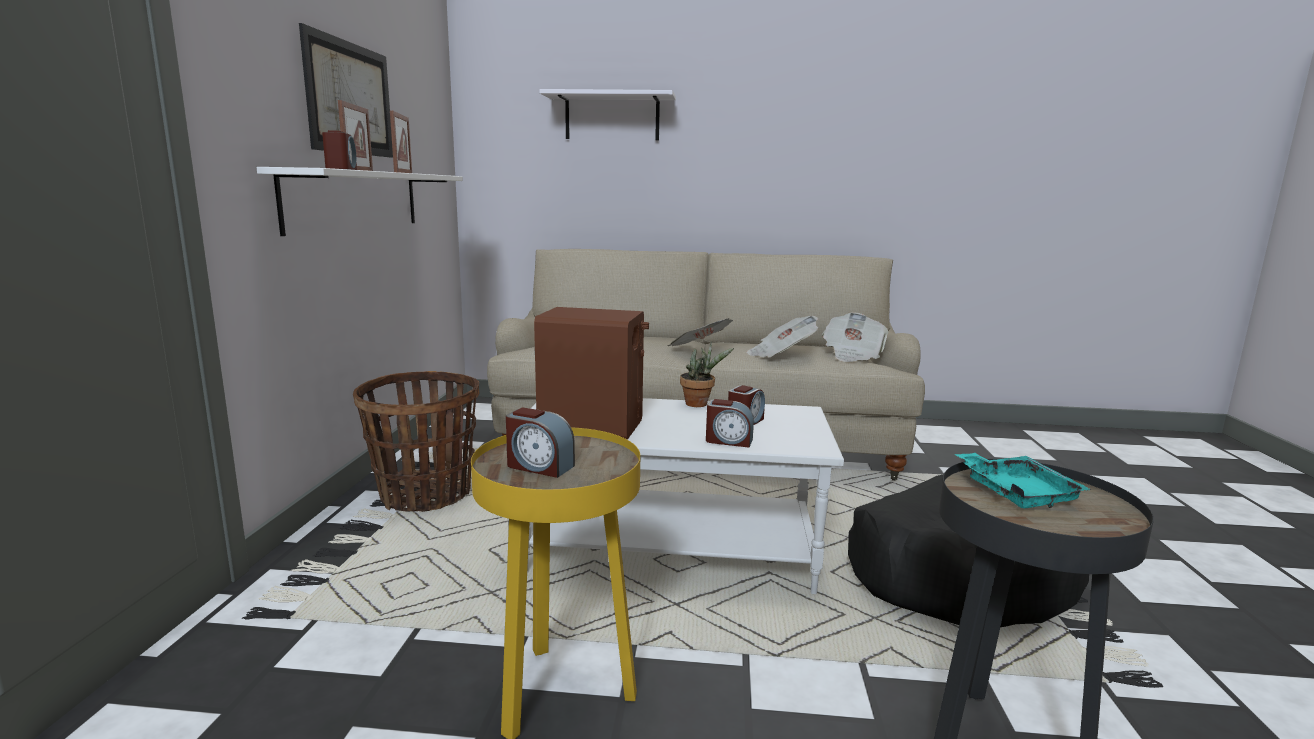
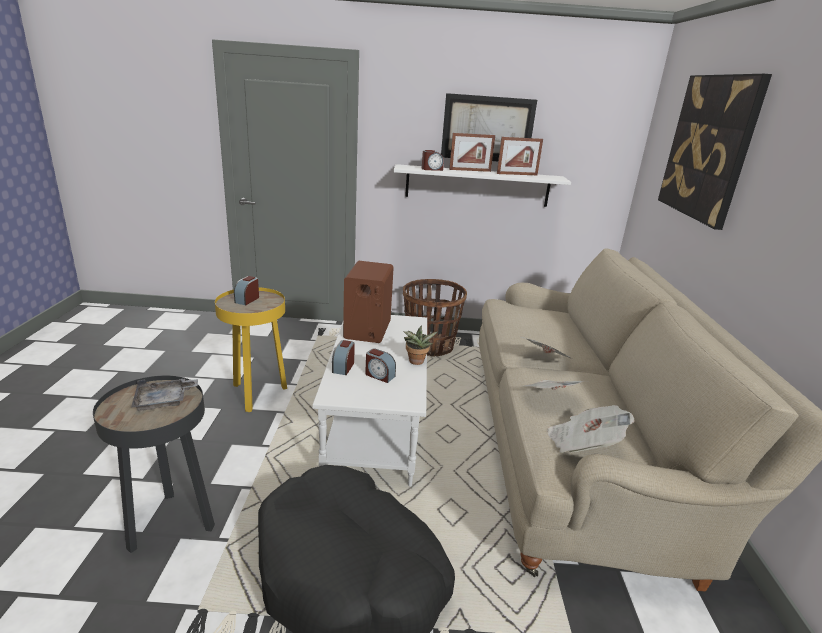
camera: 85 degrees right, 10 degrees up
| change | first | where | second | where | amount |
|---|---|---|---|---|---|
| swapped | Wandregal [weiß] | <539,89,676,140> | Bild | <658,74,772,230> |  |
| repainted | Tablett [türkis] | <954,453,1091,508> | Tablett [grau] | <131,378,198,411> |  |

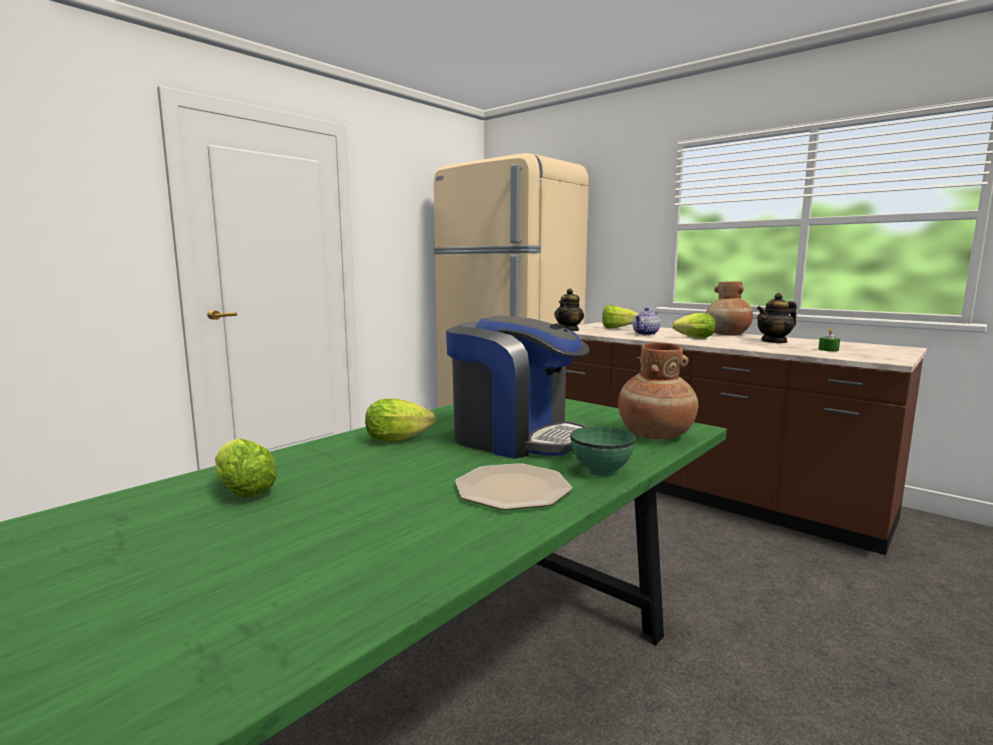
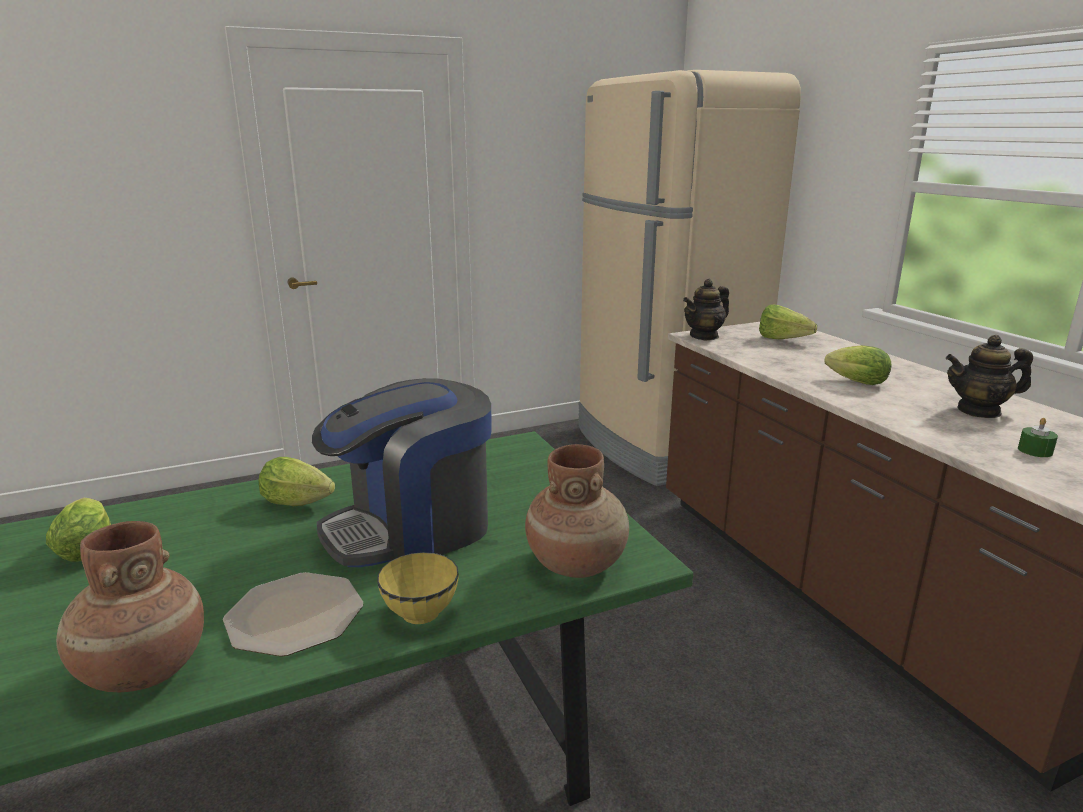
camera: 25 degrees right, 10 degrees up
| change | first | where | second | where | amount |
|---|---|---|---|---|---|
| gone | Teekanne | <633,308,660,335> |  |  |  |
| shifted | Vase [braun] | <706,281,753,335> |  | <56,521,204,692> |  |
| repainted | Schüssel [grün] | <570,427,636,476> | Schüssel [gelb] | <377,552,458,624> |  |
| rotated | Kaffeemaschine | <446,316,590,459> |  | <312,378,492,567> | 90 degrees clockwise |

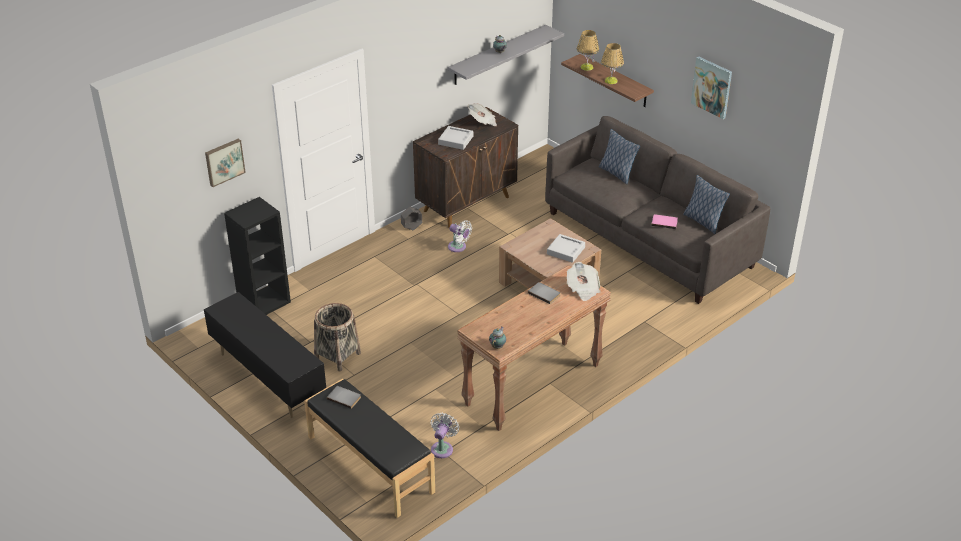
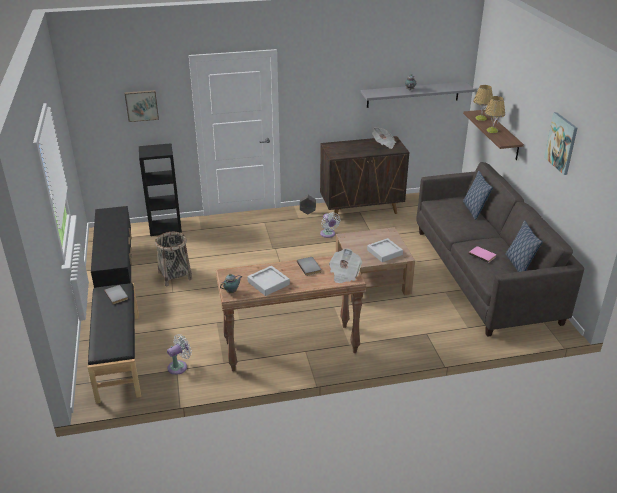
camera: 30 degrees right, 5 degrees down
| change | first | where | second | where | amount |
|---|---|---|---|---|---|
| shifted | Tablett [grau] | <438,126,473,150> |  | <247,266,290,296> |  |

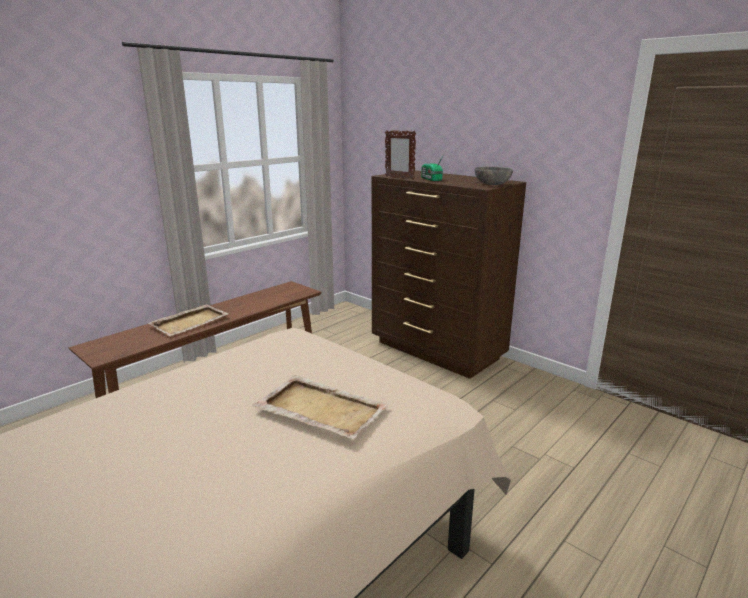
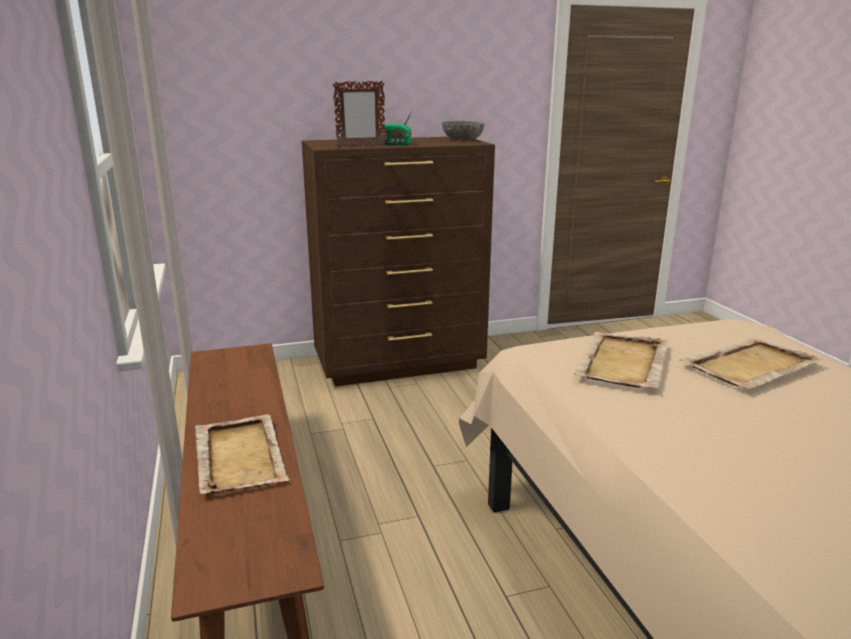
camera: 60 degrees left, 0 degrees up
| change | first | where | second | where | amount |
|---|---|---|---|---|---|
| new |  |  | Tablett [beige] | <574,332,669,388> |  |

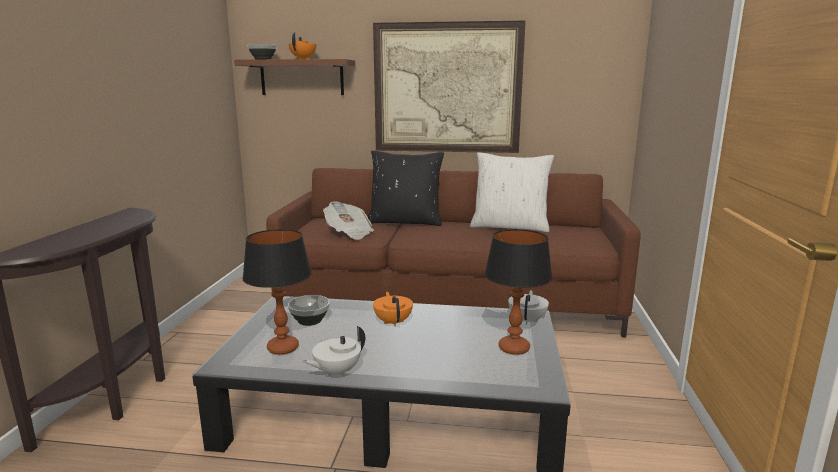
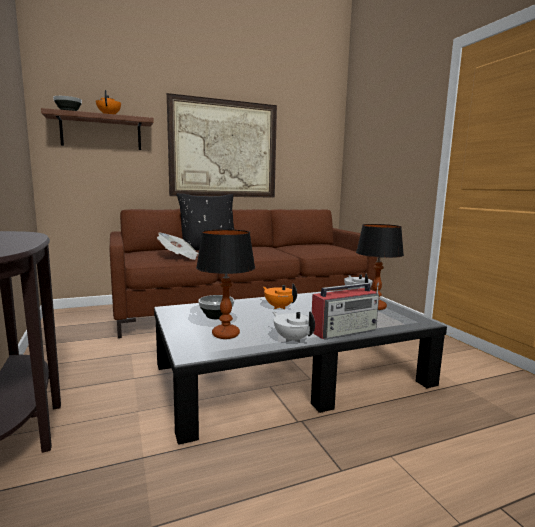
camera: 30 degrees left, 5 degrees down
| change | first | where | second | where | amount |
|---|---|---|---|---|---|
| gone | Kissen [weiß] | <470,152,554,232> |  |  |  |
| new |  |  | Radio | <312,283,379,339> |  |
| rotated | Teekanne [weiß] | <302,326,365,377> |  | <273,311,315,343> | 120 degrees clockwise |

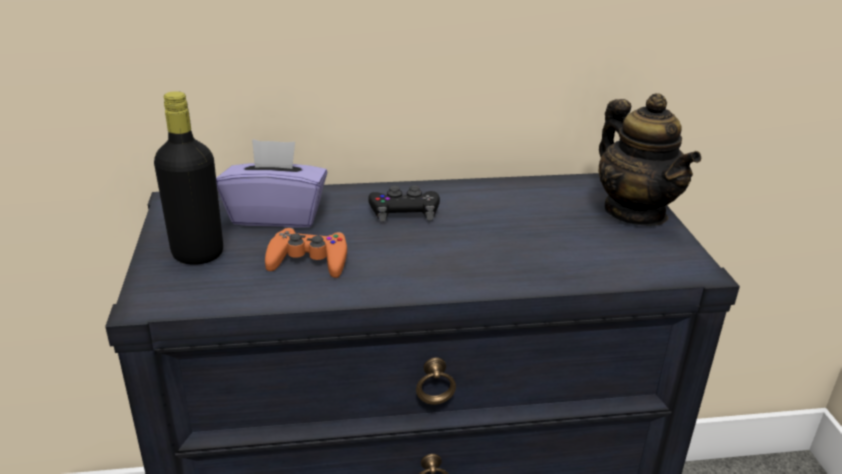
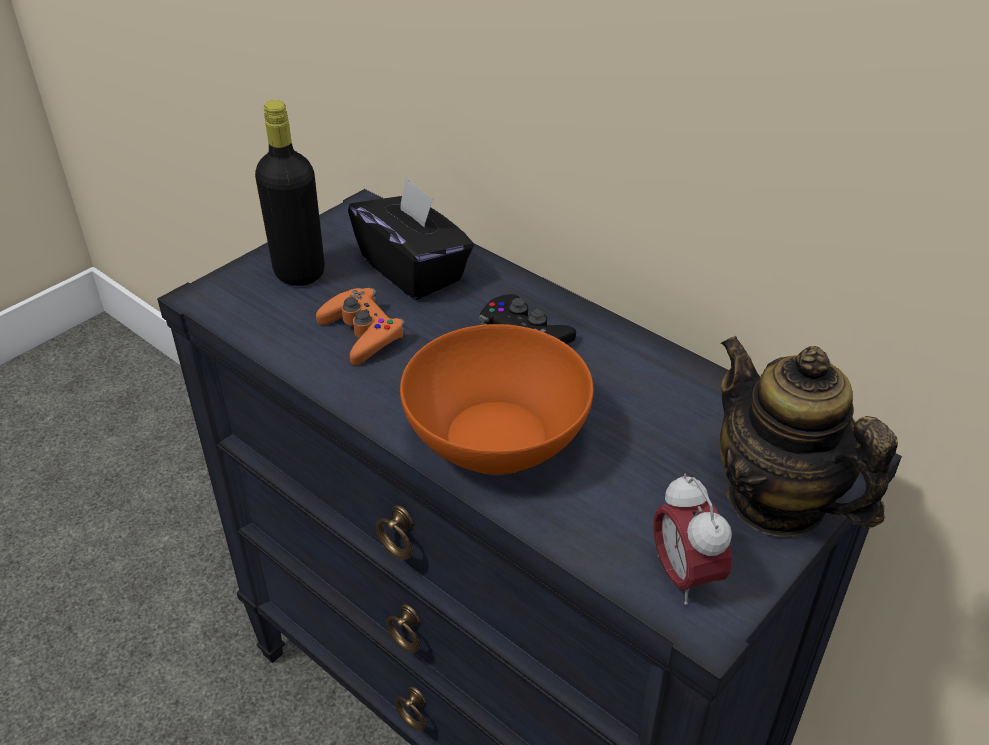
camera: 50 degrees right, 10 degrees up
| change | first | where | second | where | amount |
|---|---|---|---|---|---|
| new |  |  | Schüssel [orange] | <400,324,594,475> |  |
| new |  |  | Wecker | <654,473,732,605> |  |
| repainted | Taschentuchbox [lila] | <216,139,327,228> | Taschentuchbox [schwarz] | <348,177,474,300> |  |
| rotated | Teekanne | <599,93,701,226> |  | <720,336,898,537> | 120 degrees clockwise |

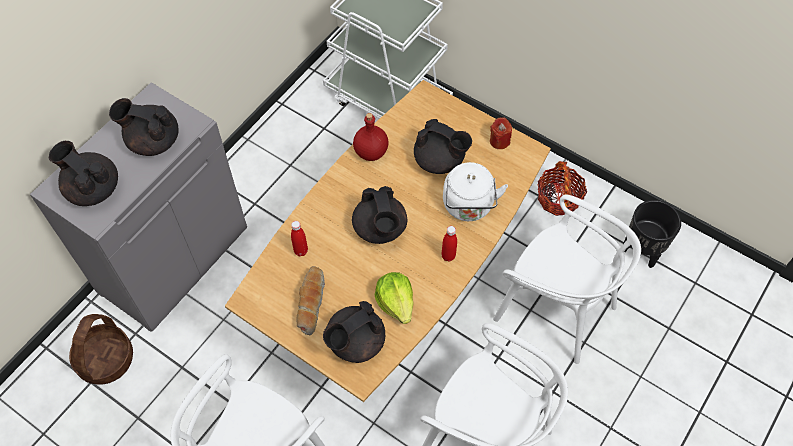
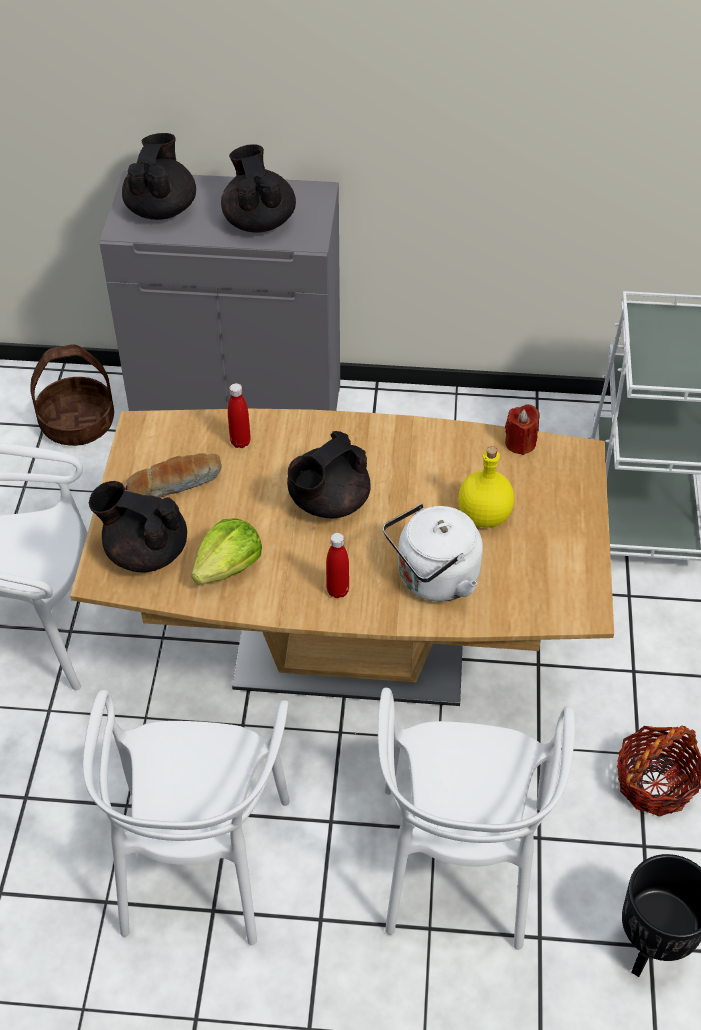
camera: 60 degrees right, 10 degrees down
| change | first | where | second | where | amount |
|---|---|---|---|---|---|
| gone | Flasche [rot] | <353,113,389,161> |  |  |  |
| shifted | Kerze [rot] | <490,117,512,149> |  | <505,404,540,455> |  |
| swapped | Teekanne [schwarz] | <414,119,472,174> | Flasche [gelb] | <458,446,514,527> |  |

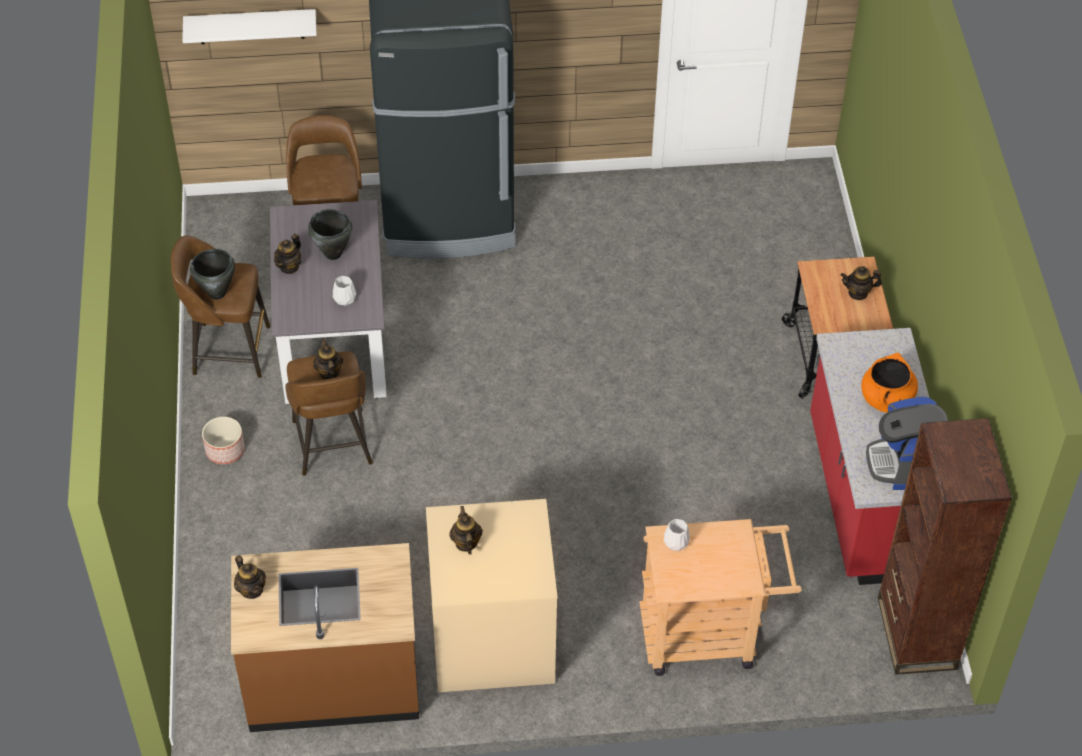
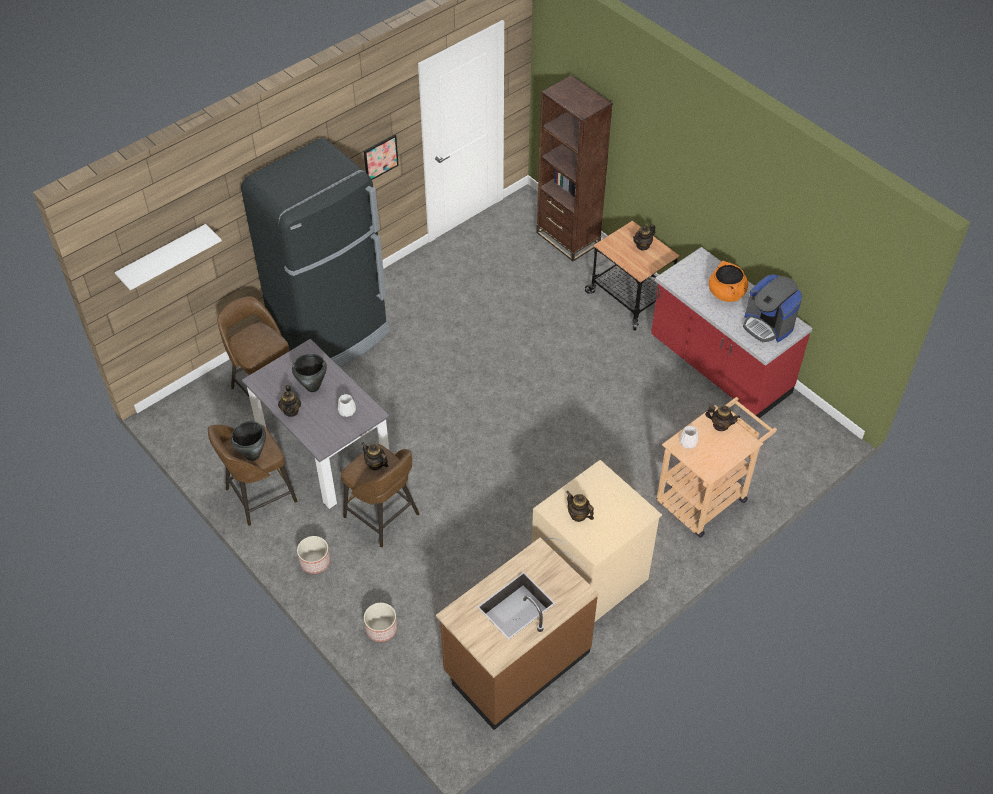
camera: 35 degrees left, 0 degrees up
| change | first | where | second | where | amount |
|---|---|---|---|---|---|
| new |  |  | Bild | <364,135,399,180> |  |
| new |  |  | Pflanzkübel | <364,603,397,642> |  |
| shifted | Teekanne | <234,555,266,599> |  | <705,405,740,431> |  |
| shifted | Bücherregal [braun] | <878,418,1012,675> |  | <536,75,613,261> |  |

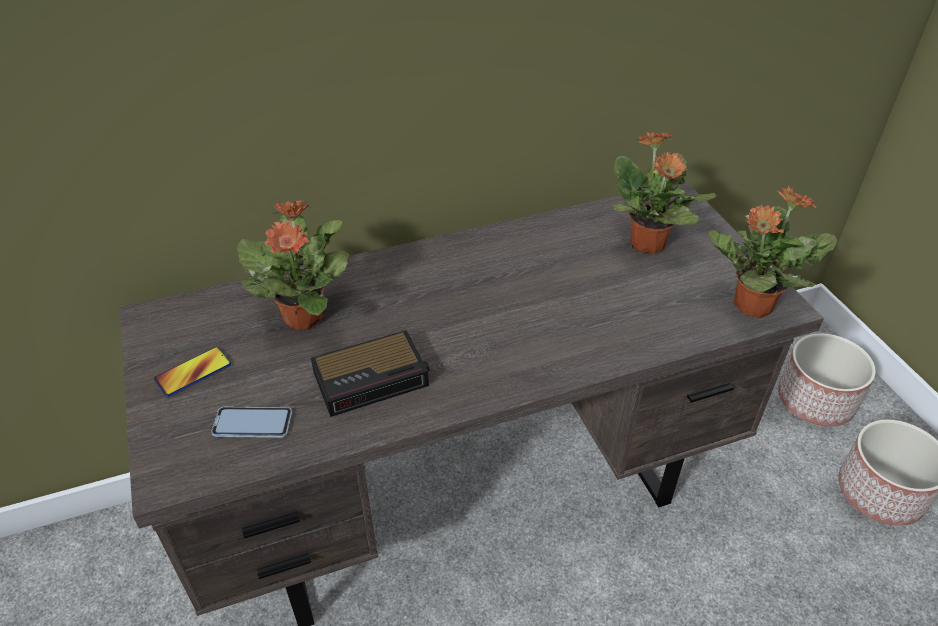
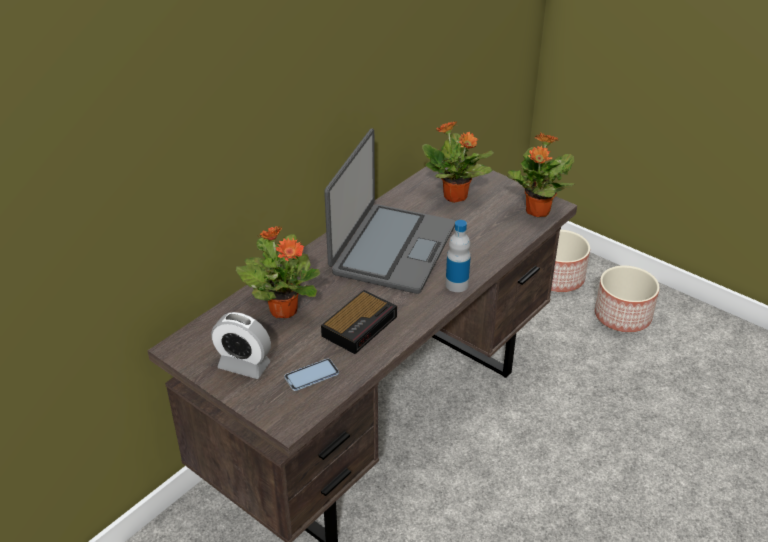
camera: 30 degrees left, 5 degrees down
| change | first | where | second | where | amount |
|---|---|---|---|---|---|
| new |  |  | Laptop | <324,128,456,294> |  |
| new |  |  | Flasche | <446,220,471,292> |  |
| swapped | Handy | <154,347,231,397> | Wecker | <211,312,271,379> |  |

